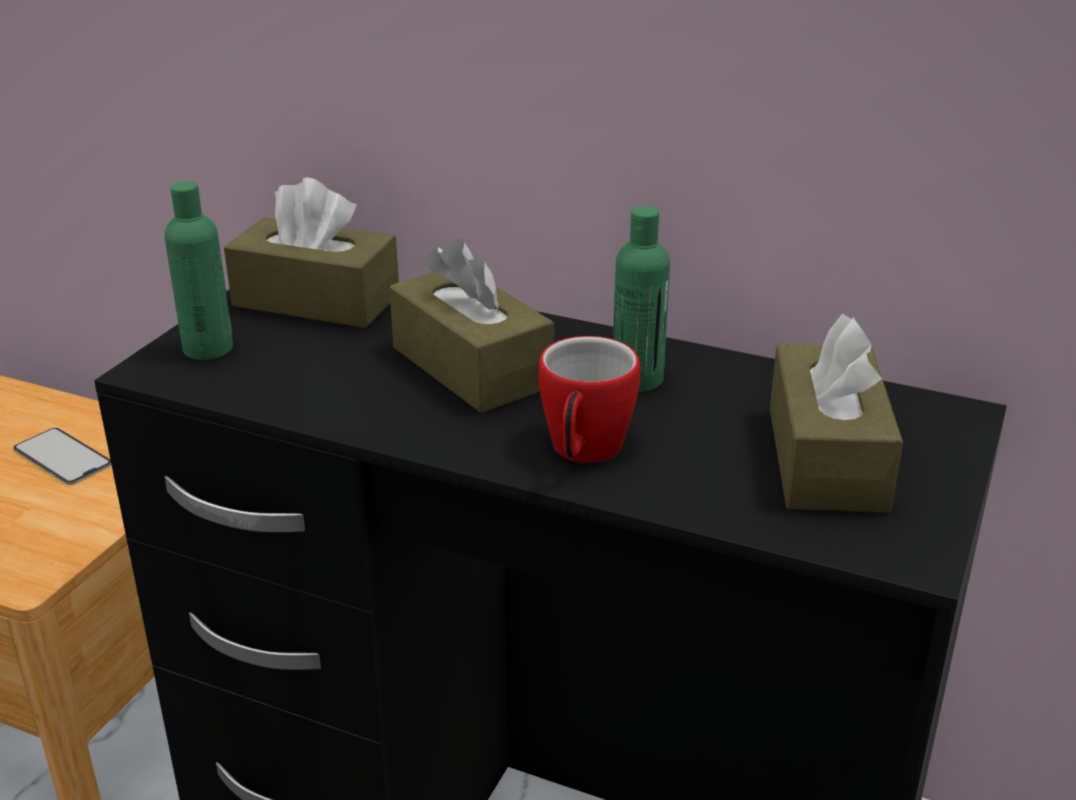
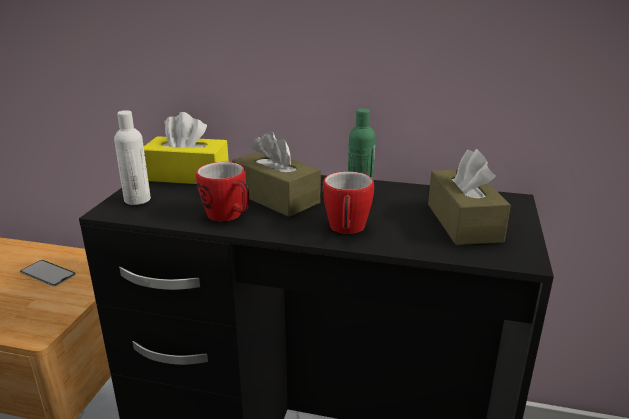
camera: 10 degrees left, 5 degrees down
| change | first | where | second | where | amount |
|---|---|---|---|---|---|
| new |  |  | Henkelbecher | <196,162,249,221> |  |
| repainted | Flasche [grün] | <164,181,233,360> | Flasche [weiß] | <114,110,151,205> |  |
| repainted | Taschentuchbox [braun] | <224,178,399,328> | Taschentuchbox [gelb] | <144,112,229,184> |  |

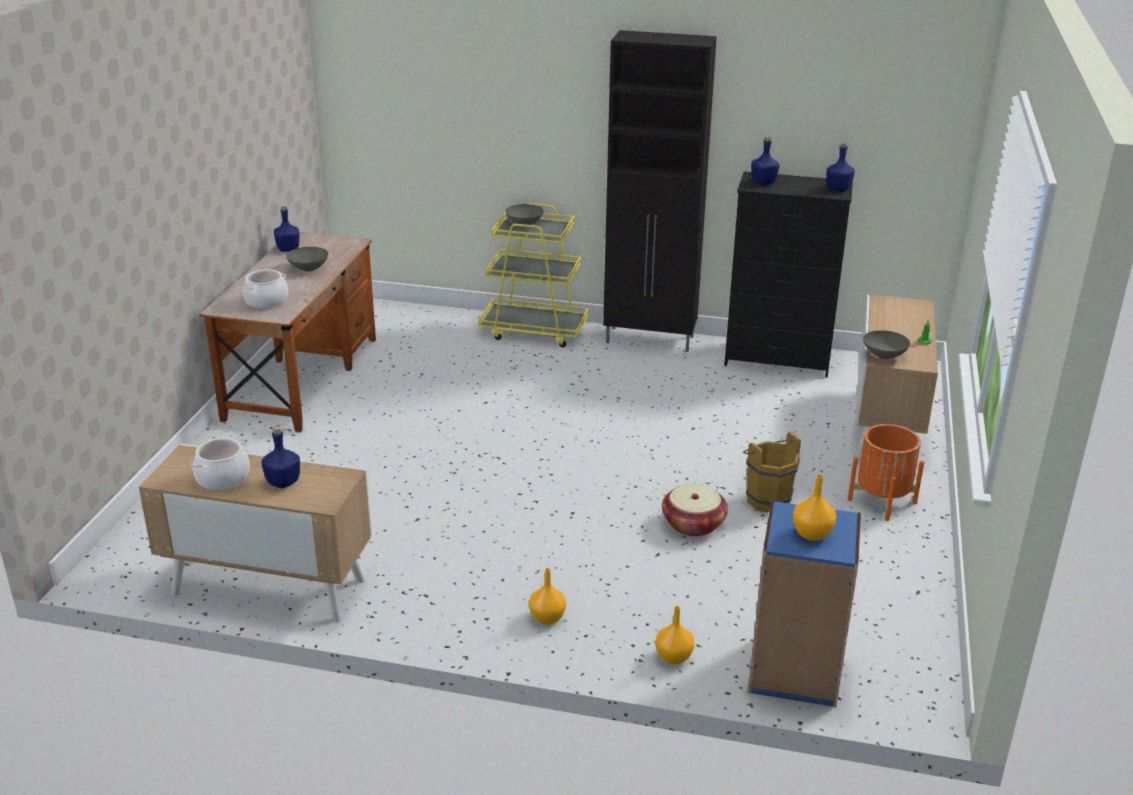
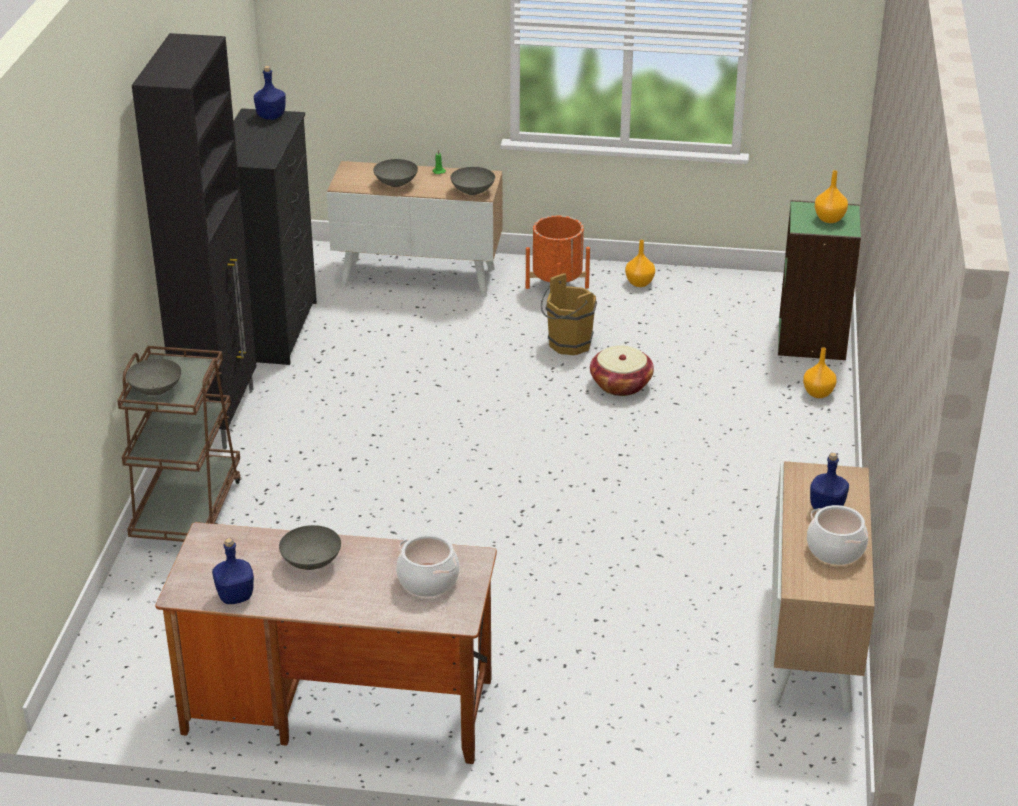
camera: 95 degrees left, 5 degrees up
| change | first | where | second | where | amount |
|---|---|---|---|---|---|
| gone | Flasche [blau] | <751,136,779,185> |  |  |  |
| new |  |  | Schüssel [grau] | <373,159,418,187> |  |
| shifted | Vase [orange] | <529,568,566,625> |  | <625,240,655,287> |  |
| repainted | Rollwagen [gelb] | <478,203,589,347> | Rollwagen [braun] | <117,346,242,542> |  |
| repainted | Bücherregal [blau] | <748,501,861,707> | Bücherregal [grün] | <778,200,861,360> |  |

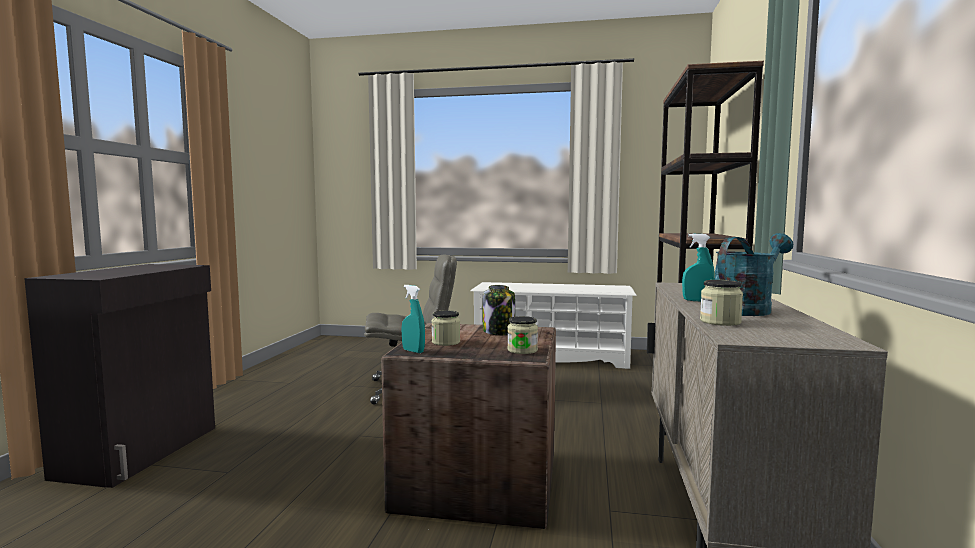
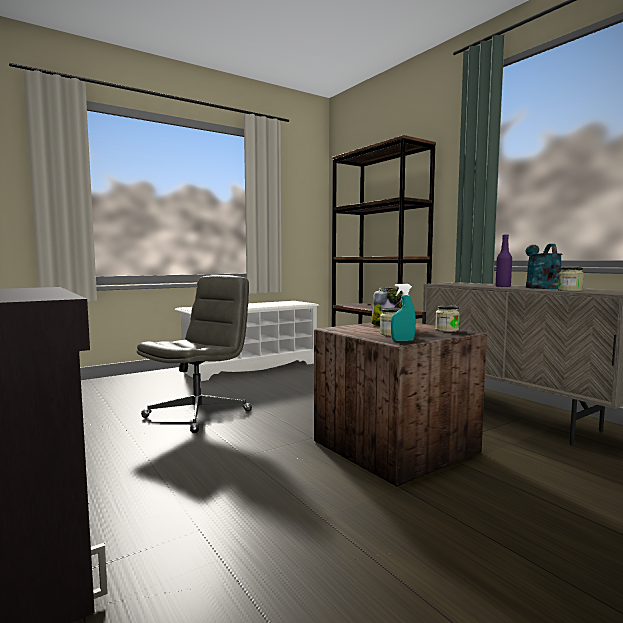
camera: 45 degrees left, 0 degrees up
| change | first | where | second | where | amount |
|---|---|---|---|---|---|
| swapped | Sprühflasche [türkis] | <682,234,715,301> | Flasche [lila] | <496,235,512,287> |  |

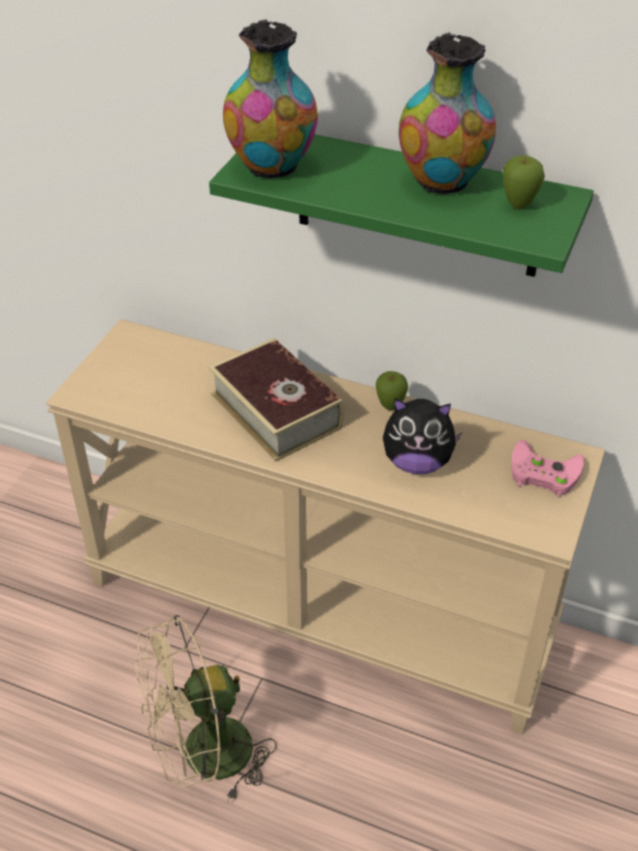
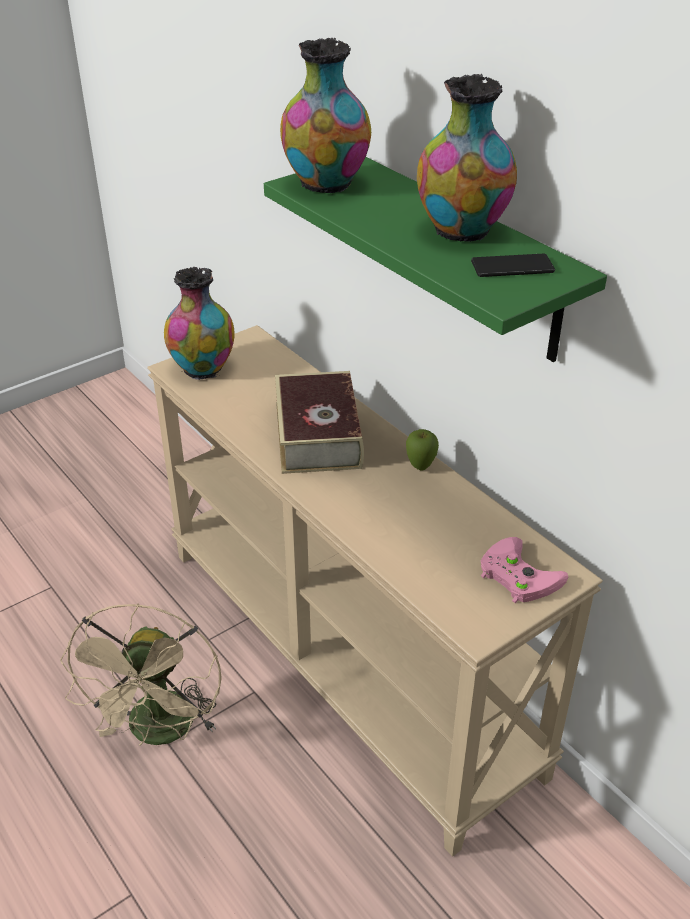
camera: 30 degrees right, 5 degrees down
| change | first | where | second | where | amount |
|---|---|---|---|---|---|
| gone | Plüschtier | <383,398,462,474> |  |  |  |
| new |  |  | Vase | <164,267,235,380> |  |
| swapped | Apfel | <503,155,545,210> | Handy | <471,254,555,277> |  |
| rotated | Ventilator [beige] | <135,615,277,803> |  | <60,603,222,746> | 90 degrees counterclockwise |

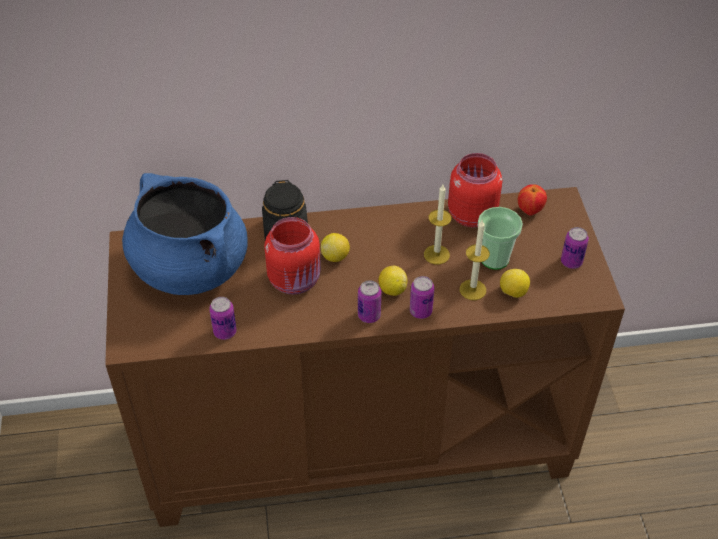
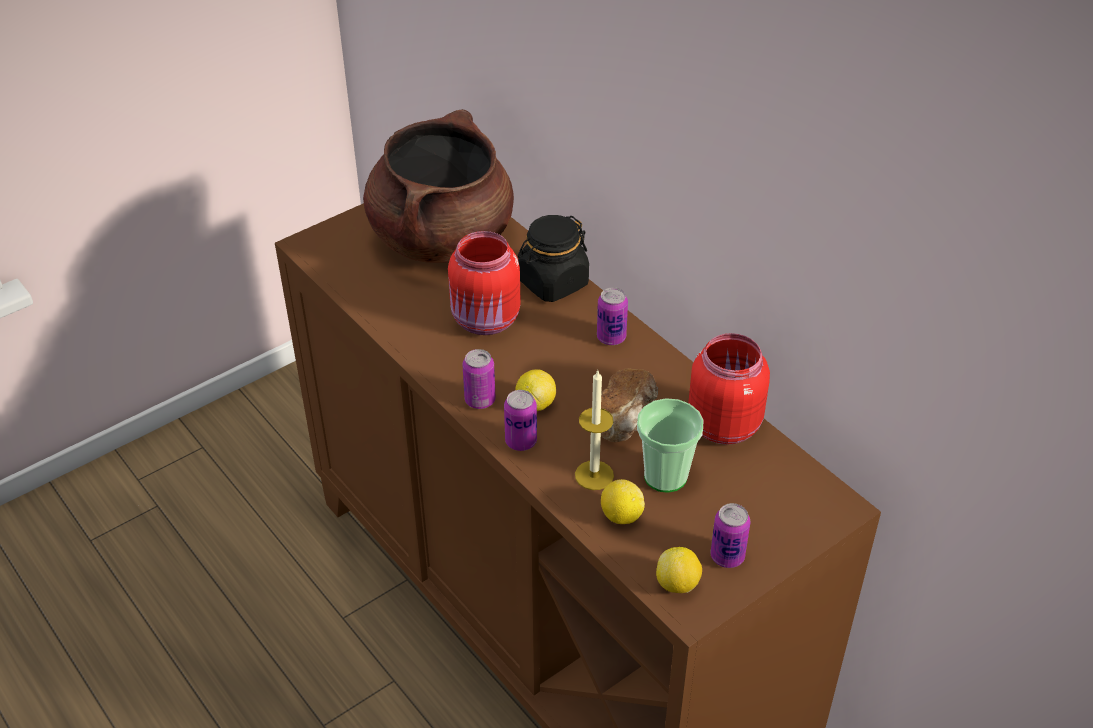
camera: 60 degrees right, 5 degrees down
| change | first | where | second | where | amount |
|---|---|---|---|---|---|
| gone | Apfel | <518,184,547,216> |  |  |  |
| shifted | Dose | <209,297,237,340> |  | <597,287,628,345> |  |
| shifted | Zitrone | <321,233,350,262> |  | <656,547,702,593> |  |
| swapped | Kerze | <424,185,452,265> | Brot | <601,368,658,442> |  |
| repainted | Kochtopf [blau] | <122,173,248,295> | Kochtopf [braun] | <363,109,514,263> |  |

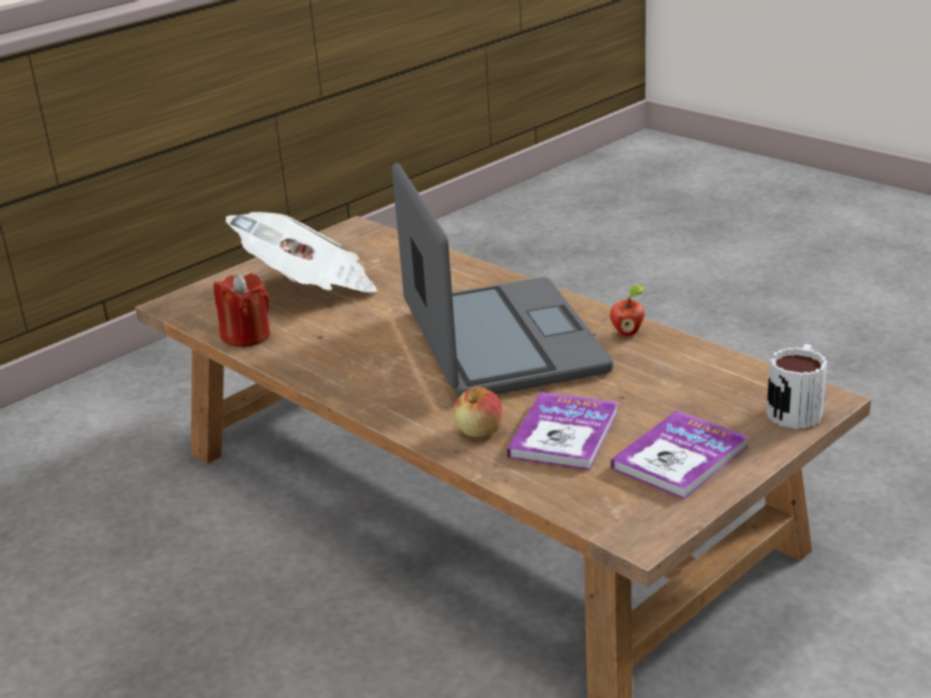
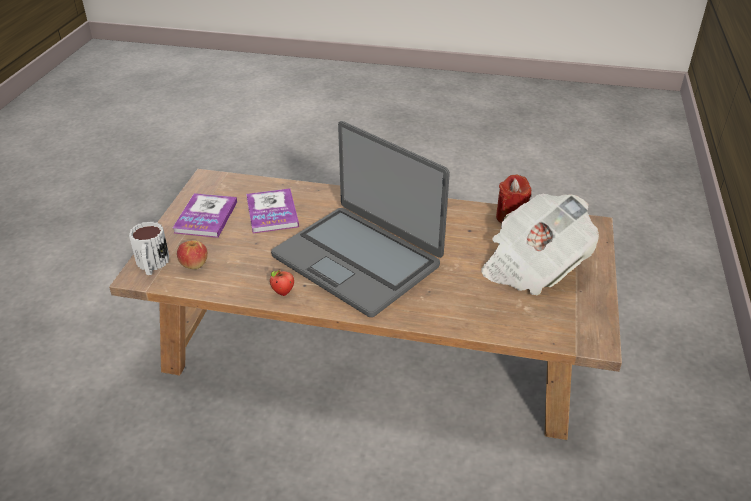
camera: 145 degrees right, 10 degrees up
| change | first | where | second | where | amount |
|---|---|---|---|---|---|
| shifted | Apfel | <454,387,503,437> |  | <177,240,208,269> |  |

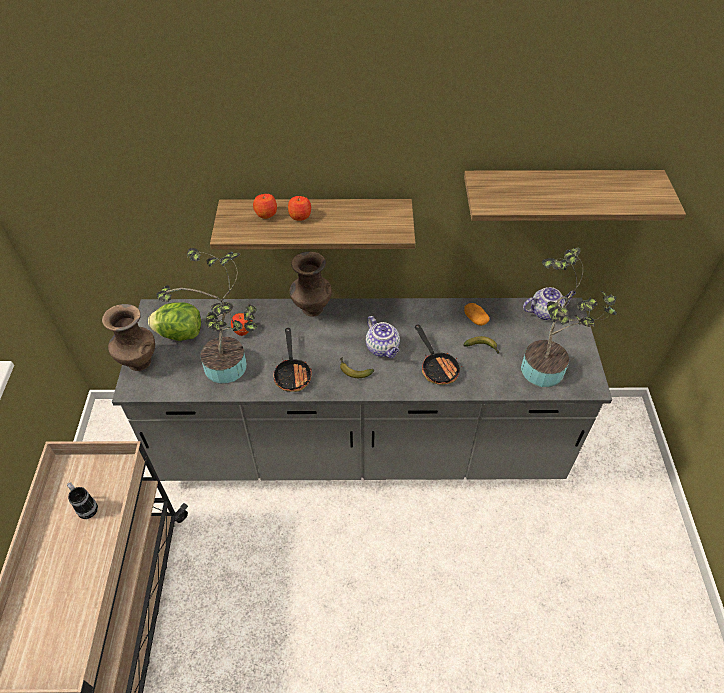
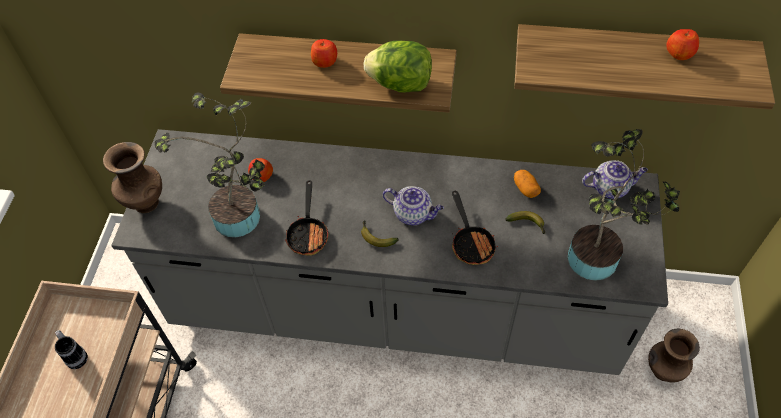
camera: 10 degrees right, 5 degrees up
| change | first | where | second | where | amount |
|---|---|---|---|---|---|
| shifted | Salatkopf | <148,302,201,341> |  | <364,40,432,92> |  |
| shifted | Apfel | <253,194,277,219> |  | <666,29,699,60> |  |
| shifted | Vase [braun] | <289,252,332,317> |  | <648,329,700,383> |  |
| rotated | Teekanne | <366,316,400,358> |  | <383,186,444,225> | 45 degrees counterclockwise |

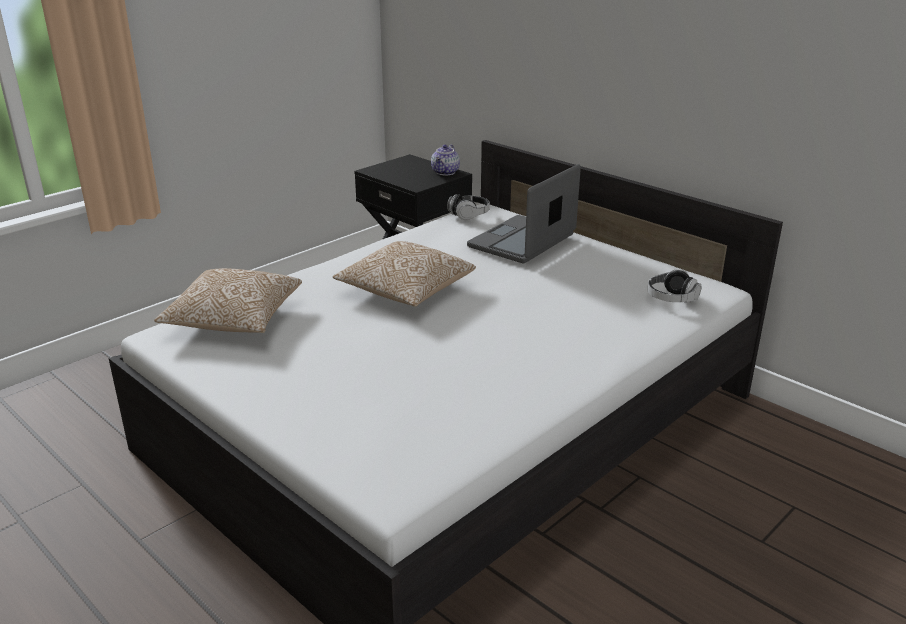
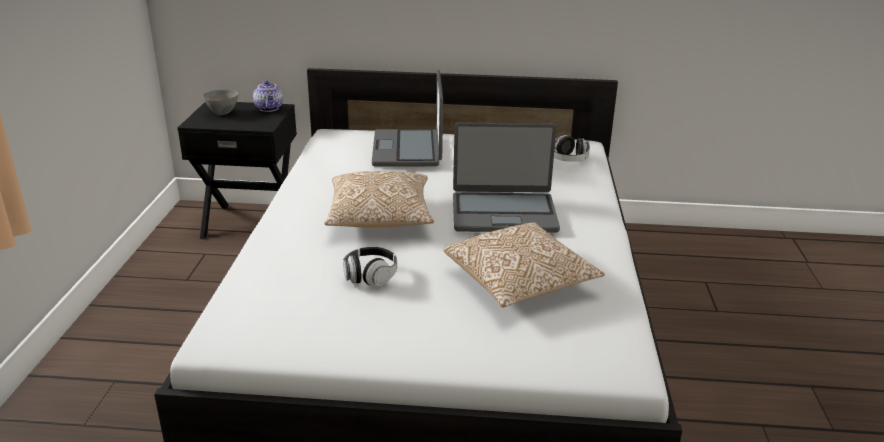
camera: 40 degrees left, 0 degrees up
| change | first | where | second | where | amount |
|---|---|---|---|---|---|
| new |  |  | Schüssel [grau] | <203,89,239,115> |  |
| new |  |  | Laptop | <453,122,560,233> |  |
| shifted | Kissen | <154,268,302,333> |  | <443,223,605,307> |  |
| shifted | Kopfhörer | <447,195,490,220> |  | <343,247,397,287> |  |

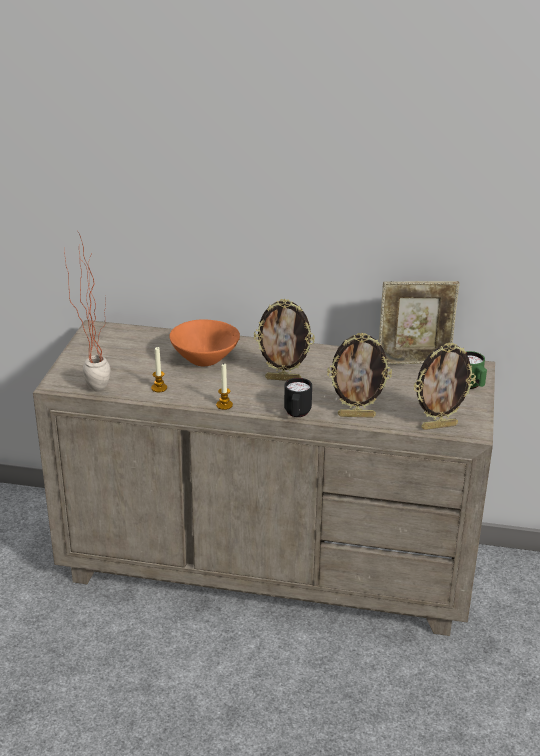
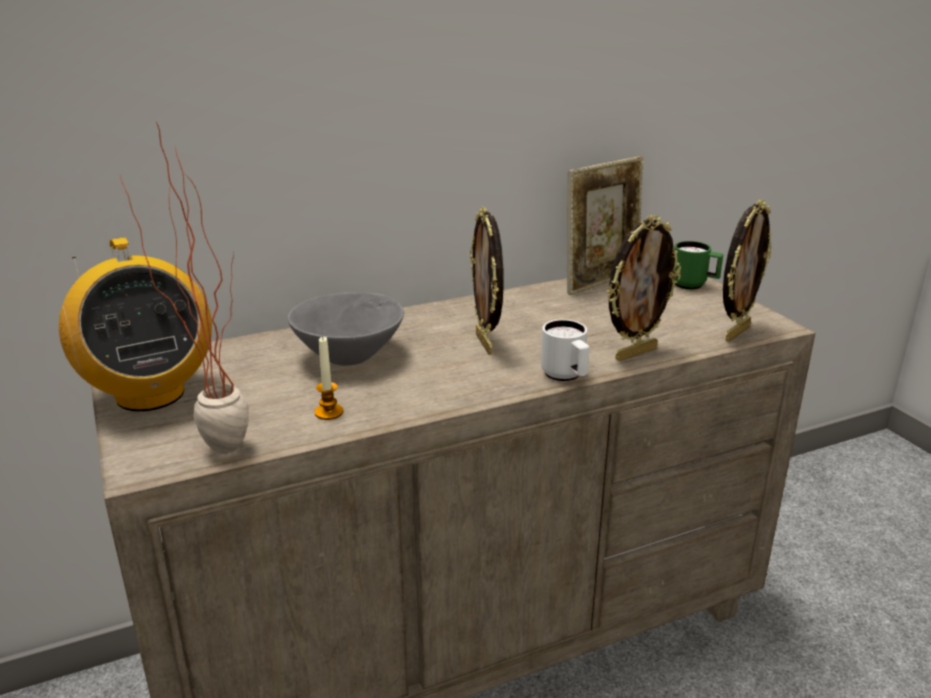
camera: 35 degrees left, 5 degrees down
| change | first | where | second | where | amount |
|---|---|---|---|---|---|
| gone | Kerze | <216,364,233,410> |  |  |  |
| new |  |  | Radio | <59,237,212,411> |  |
| repainted | Schüssel [orange] | <169,319,240,366> | Schüssel [grau] | <288,292,404,365> |  |
| repainted | Henkelbecher [schwarz] | <284,378,312,417> | Henkelbecher [weiß] | <541,319,590,382> |  |
| rotated | Bilderrahmen | <254,299,315,381> |  | <470,207,504,355> | 105 degrees clockwise |

